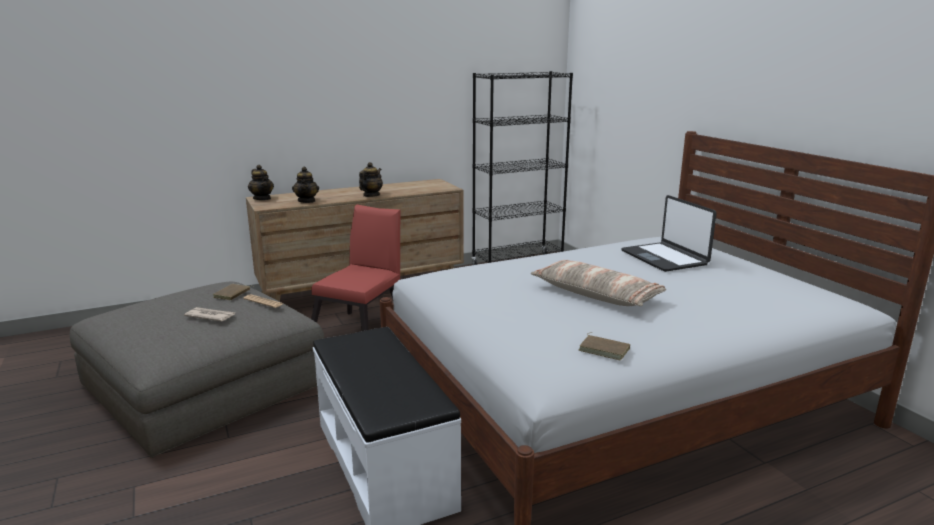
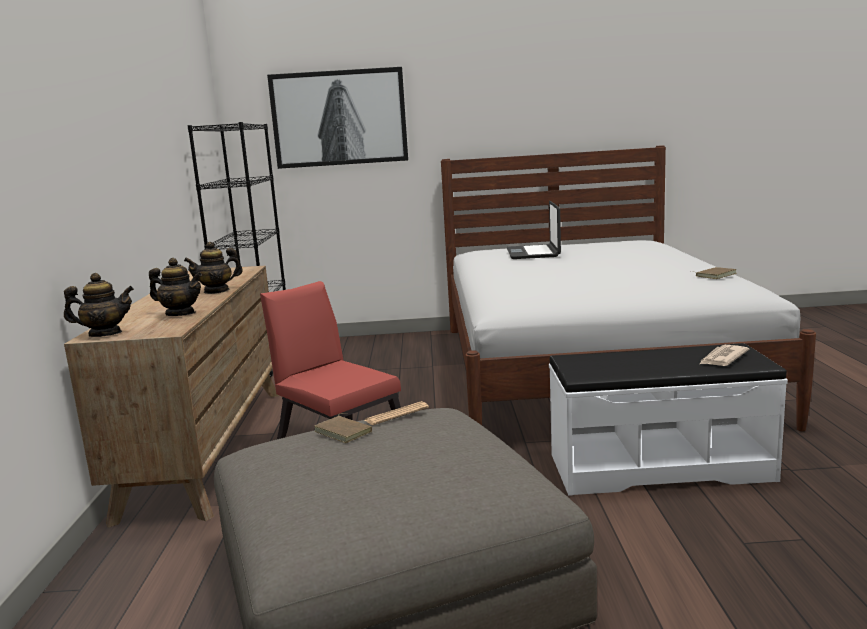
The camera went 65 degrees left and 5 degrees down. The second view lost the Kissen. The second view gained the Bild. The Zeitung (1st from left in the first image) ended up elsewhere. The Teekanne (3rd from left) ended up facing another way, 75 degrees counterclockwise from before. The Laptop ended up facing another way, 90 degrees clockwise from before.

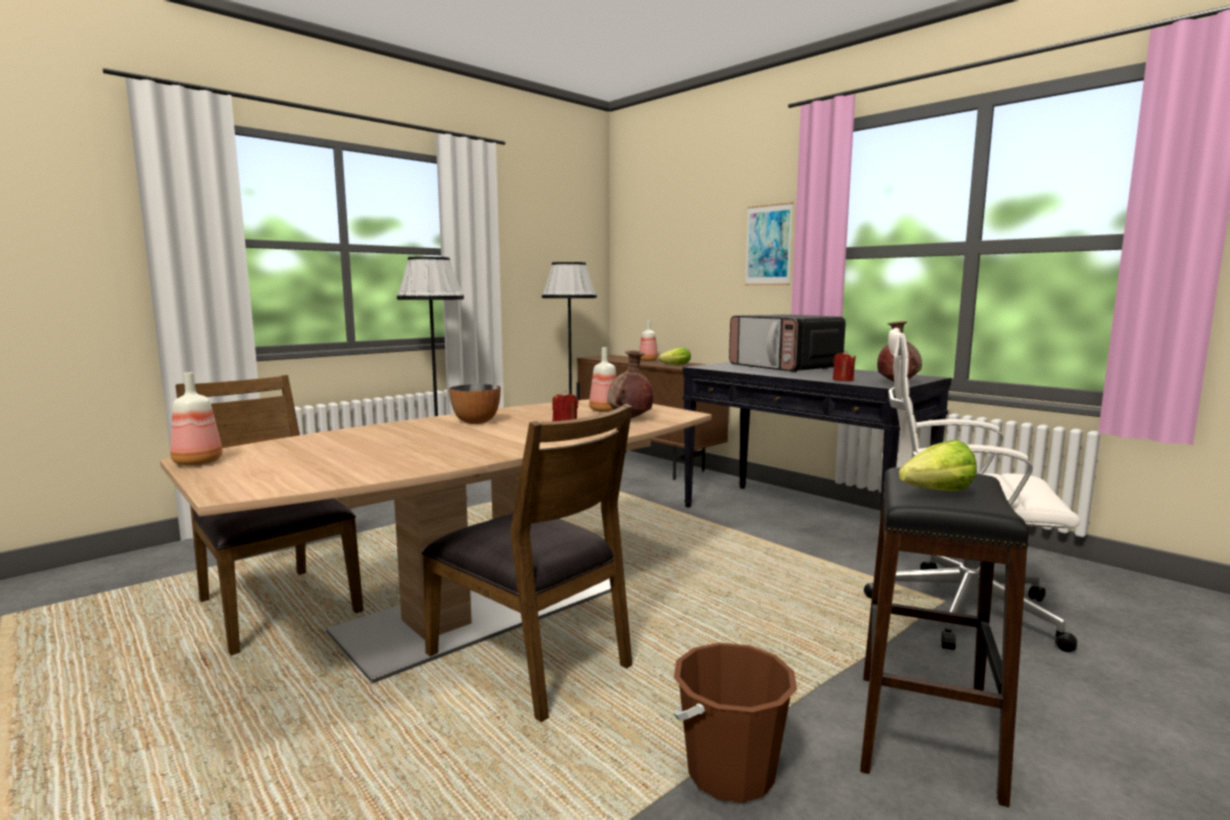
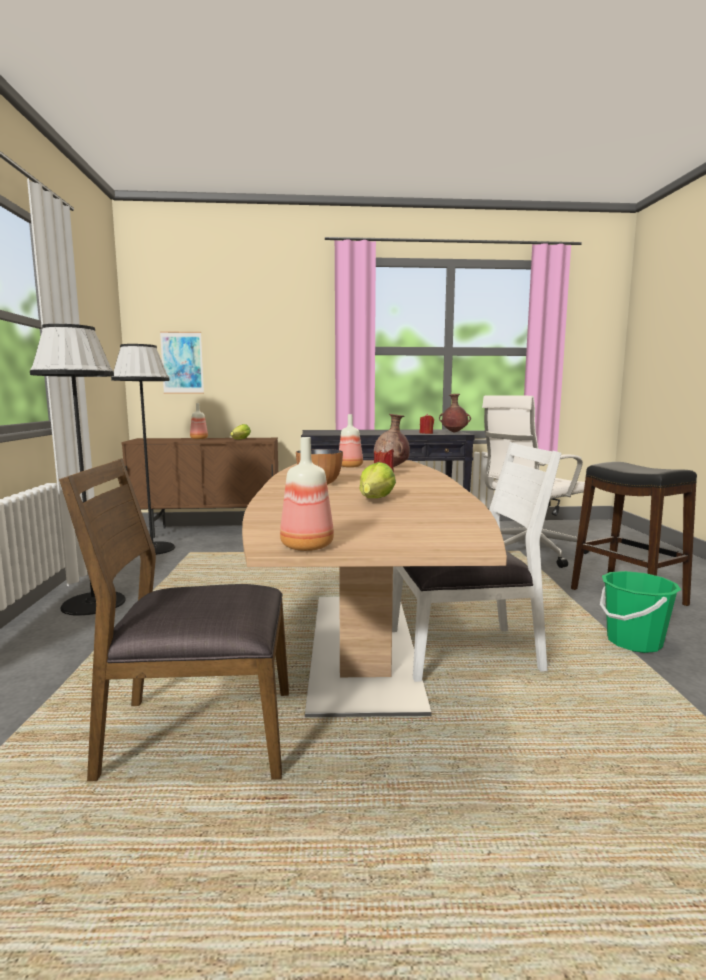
The camera went 50 degrees left and 0 degrees up. The second view lost the Mikrowelle. The Bild ended up elsewhere. The Salatkopf (2nd from left) ended up elsewhere. What was the Stuhl (braun) (2nd from left) turned into the Stuhl (weiß). What was the Eimer (braun) turned into the Eimer (grün).

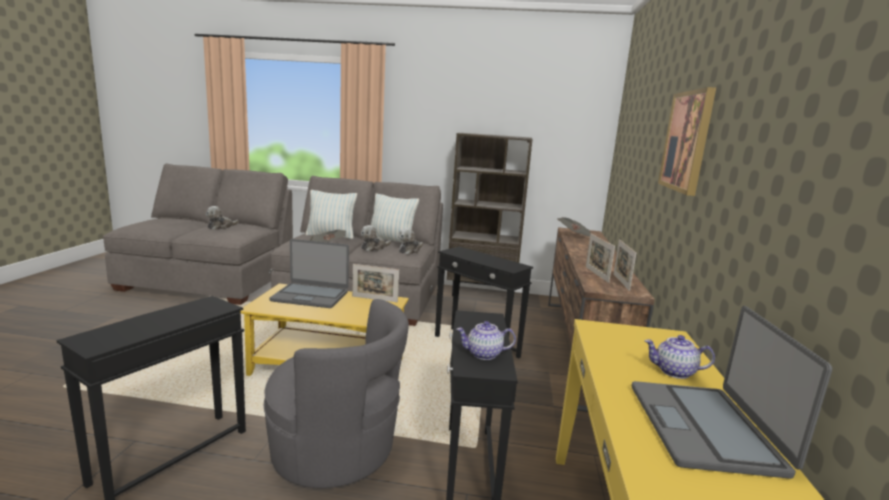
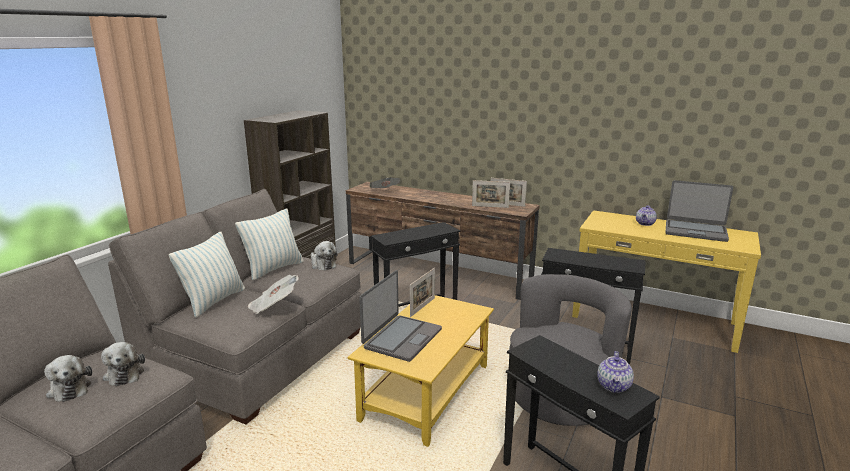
The camera went 70 degrees left and 5 degrees up. The second view lost the Bild. The Plüschtier (2nd from left) ended up elsewhere. The Teekanne (1st from left) ended up elsewhere.

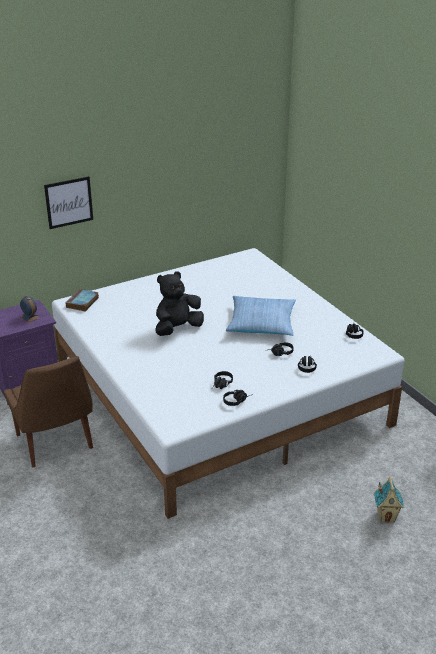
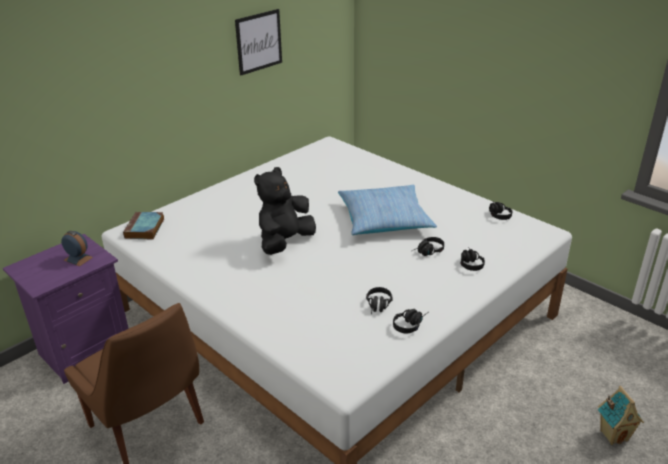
The camera went 15 degrees left and 0 degrees up. The Bild ended up elsewhere.

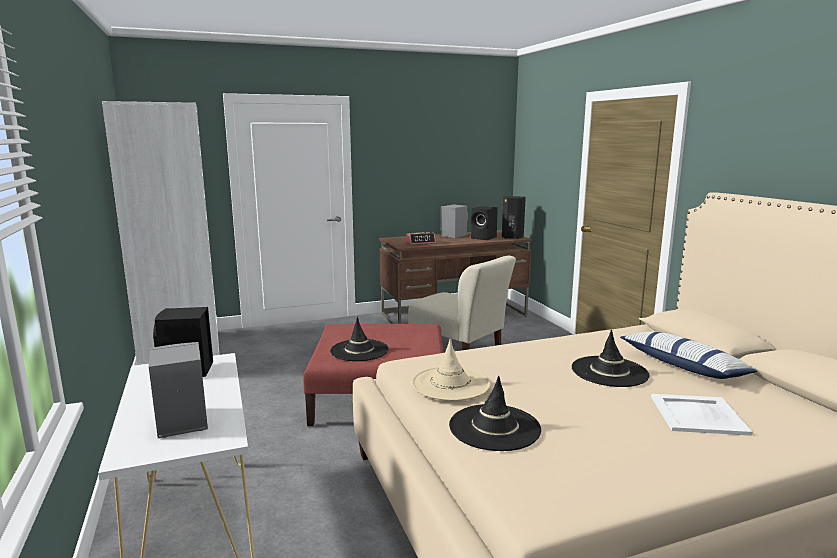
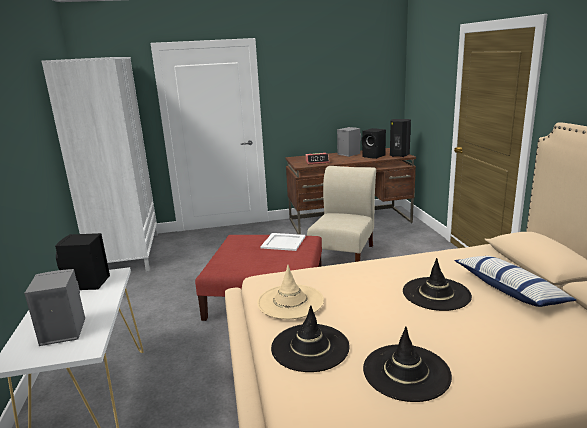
The camera went 10 degrees right and 5 degrees up. The Hut (schwarz) (1st from left in the first image) ended up elsewhere. The Tablett (weiß) ended up elsewhere. The Stuhl (beige) ended up facing another way, 120 degrees counterclockwise from before.

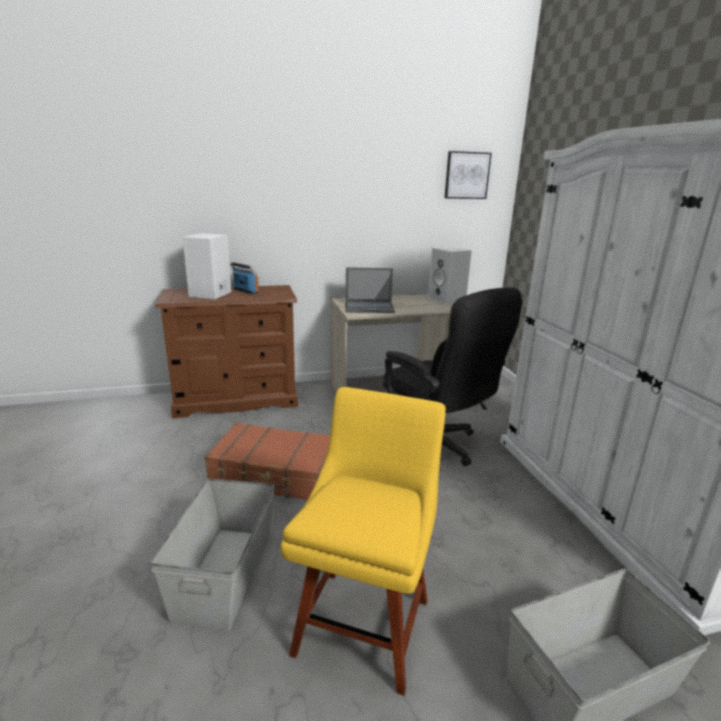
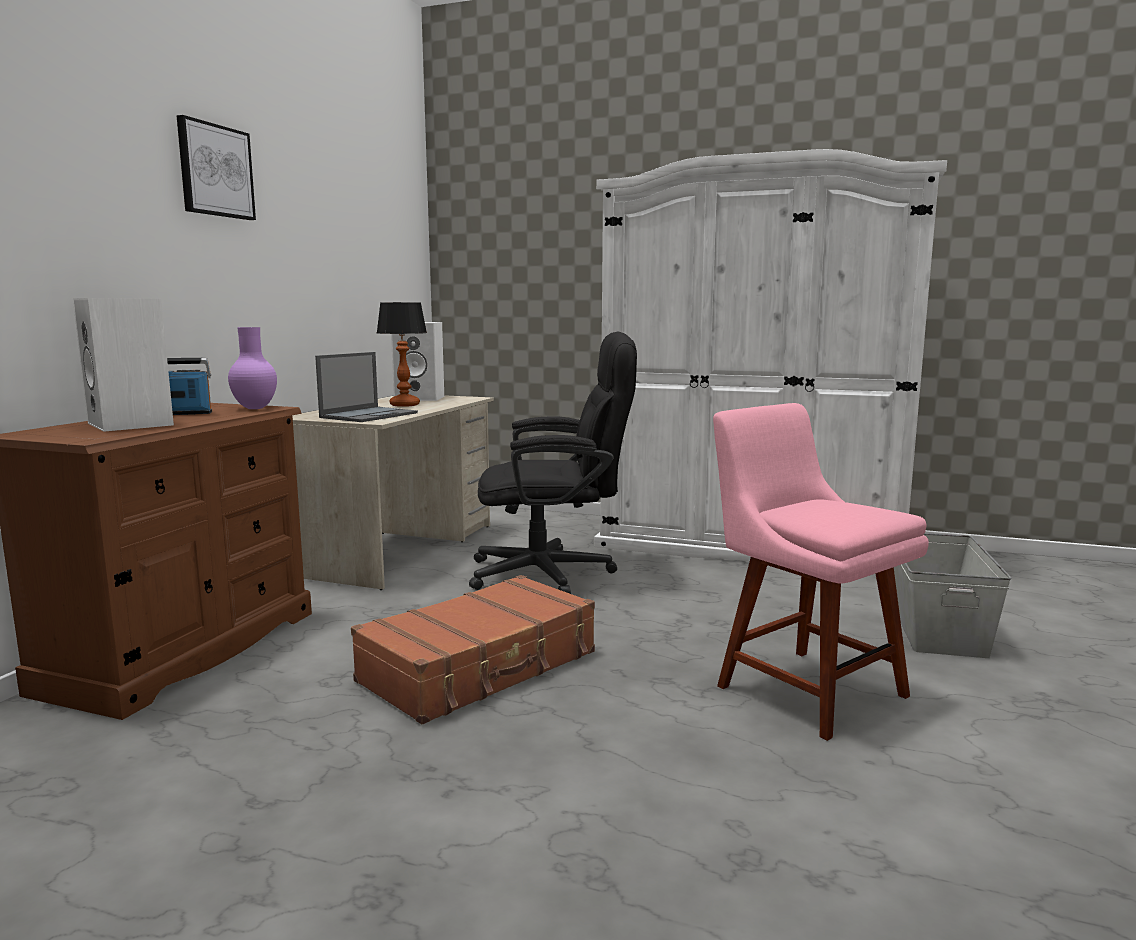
The camera went 55 degrees left and 10 degrees down. The second view lost the Aufbewahrungsbox (grau) (1st from left). The second view gained the Vase (lila). The second view gained the Tischlampe. The Bild ended up elsewhere. What was the Stuhl (gelb) turned into the Stuhl (rosa).

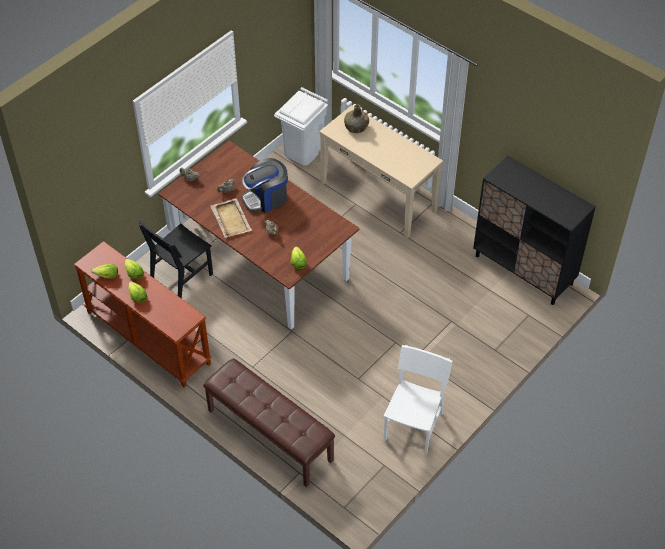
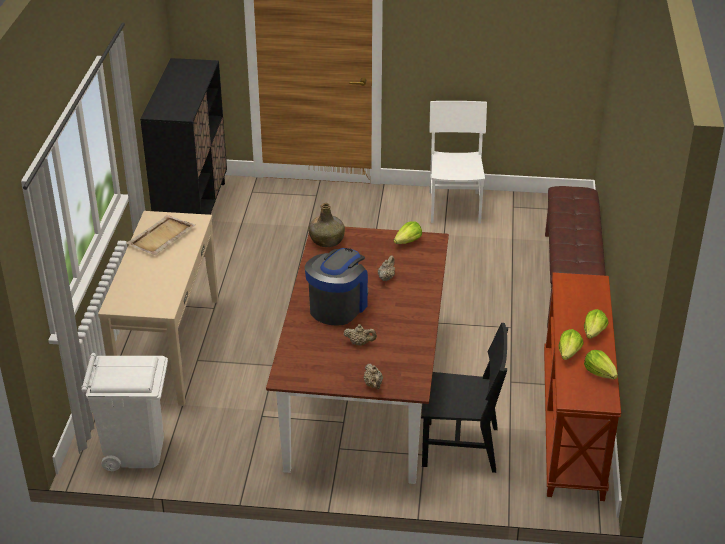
The camera went 125 degrees left and 15 degrees down. The Tablett (beige) ended up elsewhere. The Flasche (grün) ended up elsewhere. The Kaffeemaschine ended up facing another way, 90 degrees counterclockwise from before. The Stuhl (weiß) ended up facing another way, 105 degrees clockwise from before.

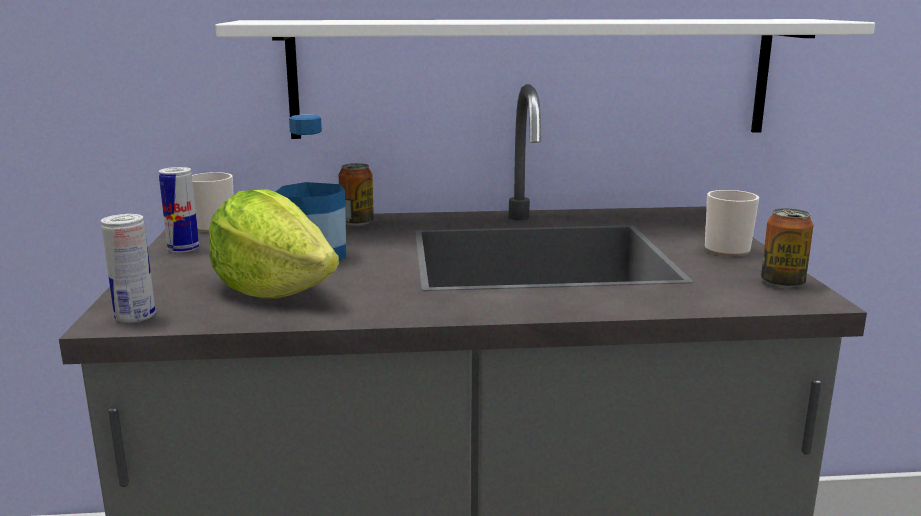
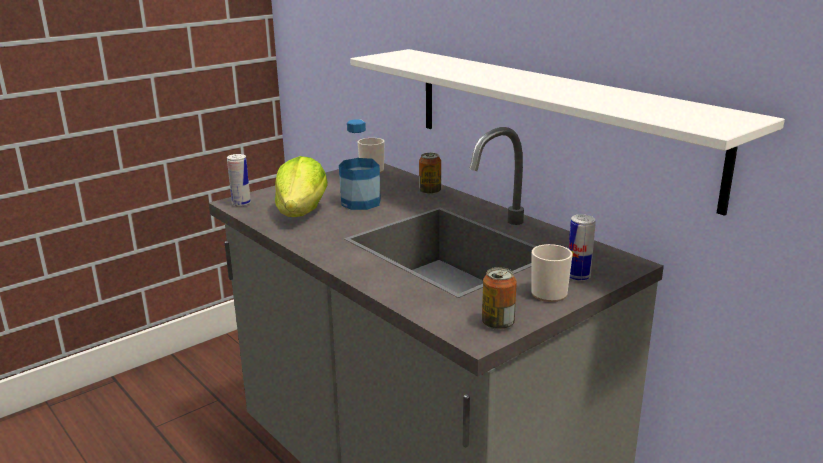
The camera went 55 degrees right and 5 degrees up. The Dose (2nd from left in the first image) ended up elsewhere.

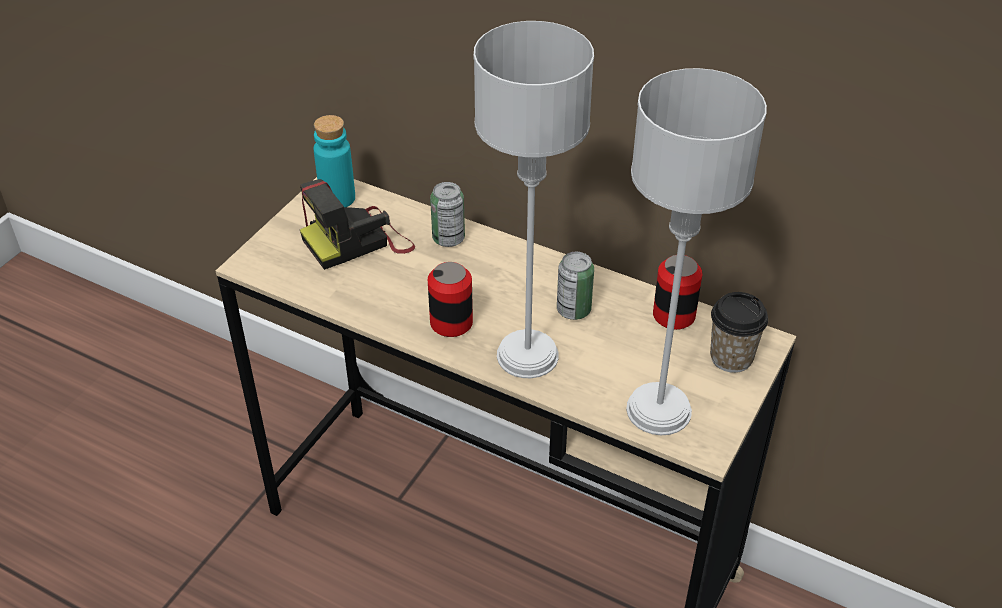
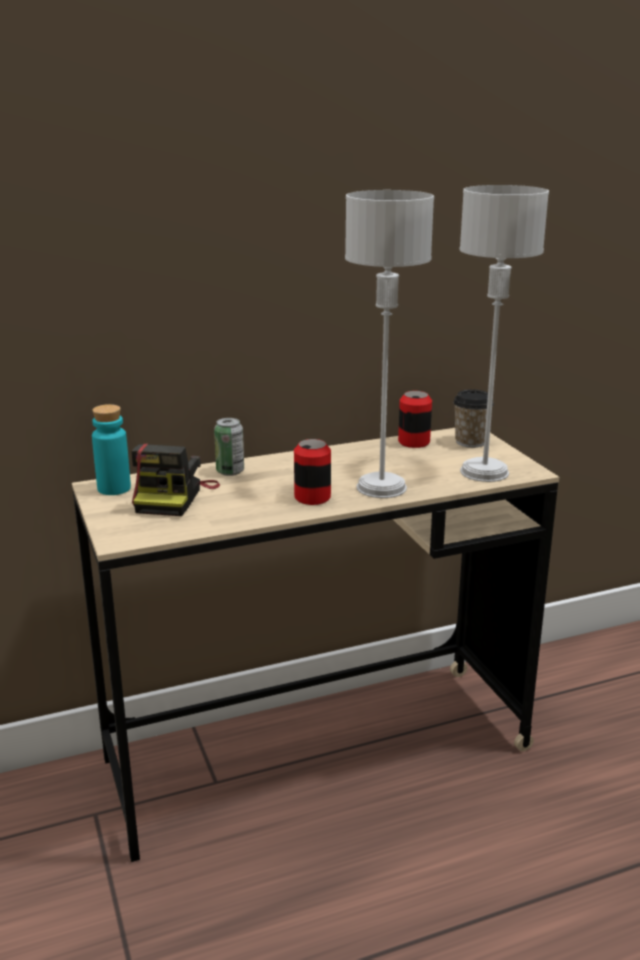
The camera went 50 degrees left and 20 degrees down. The second view lost the Dose (3rd from left).

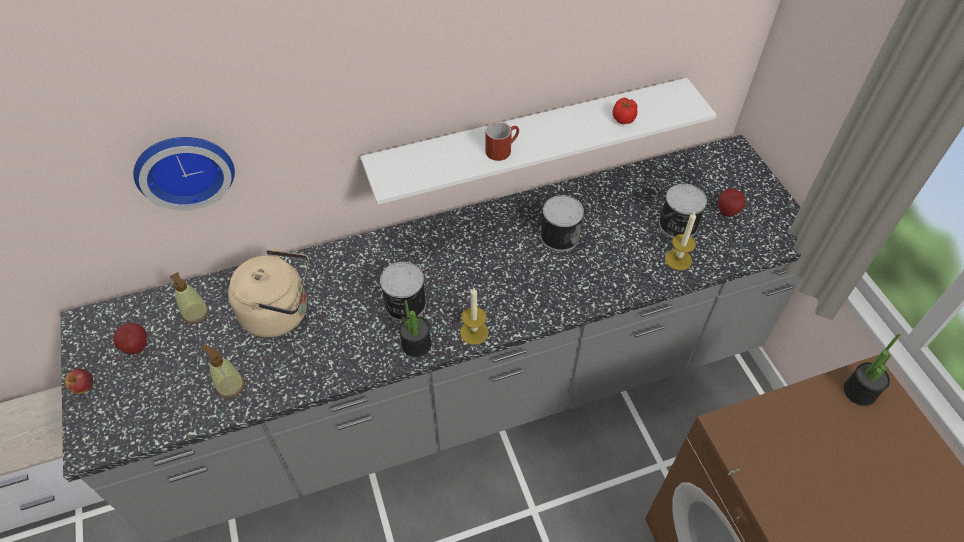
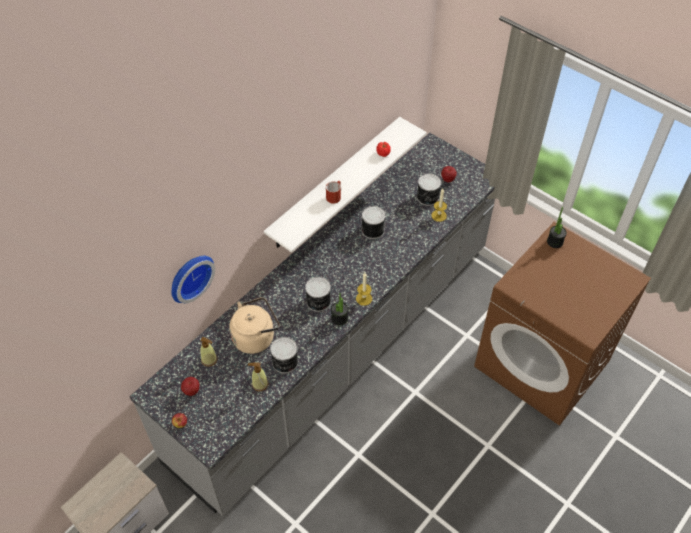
The camera went 30 degrees left and 0 degrees up. The second view gained the Dose (1st from left).

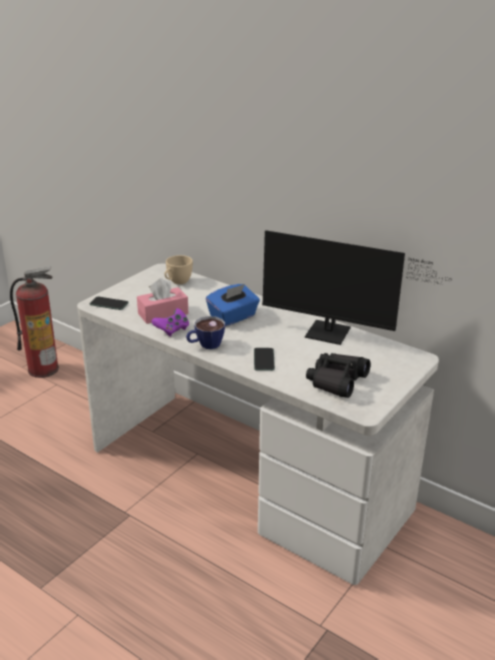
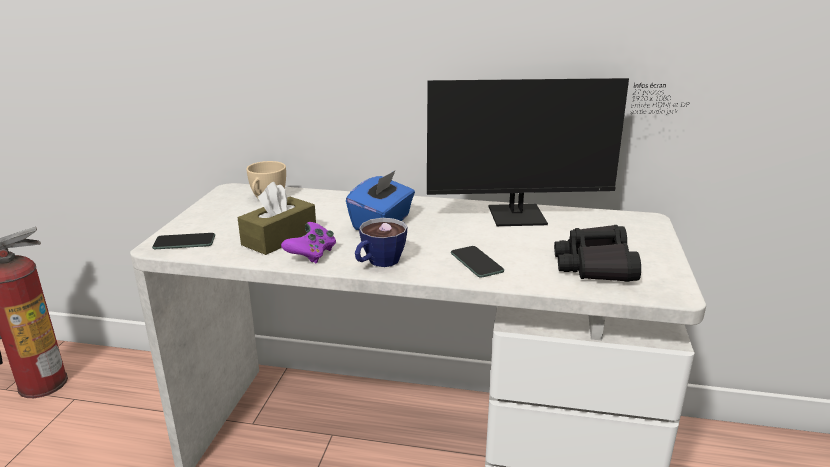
The camera went 25 degrees left and 5 degrees down. What was the Taschentuchbox (rosa) turned into the Taschentuchbox (braun).

